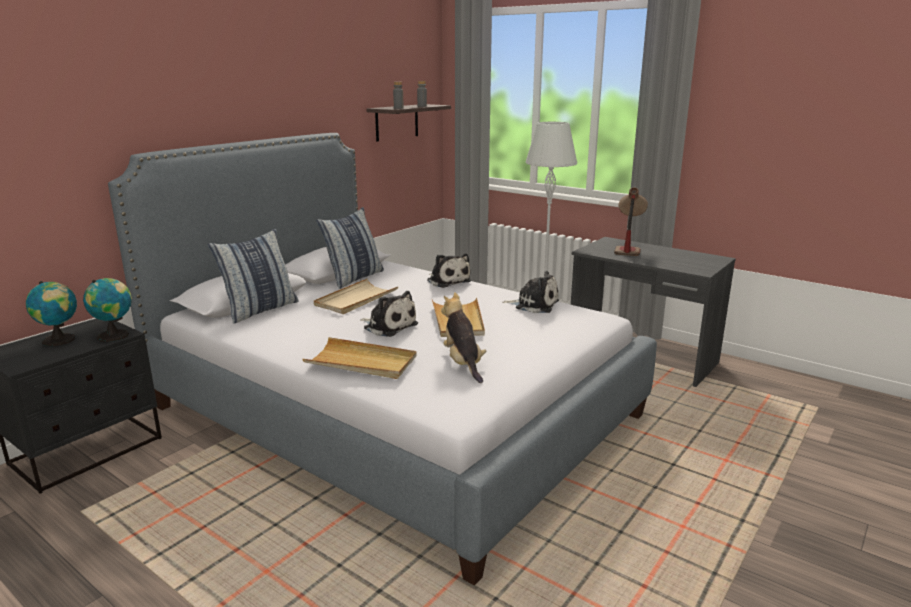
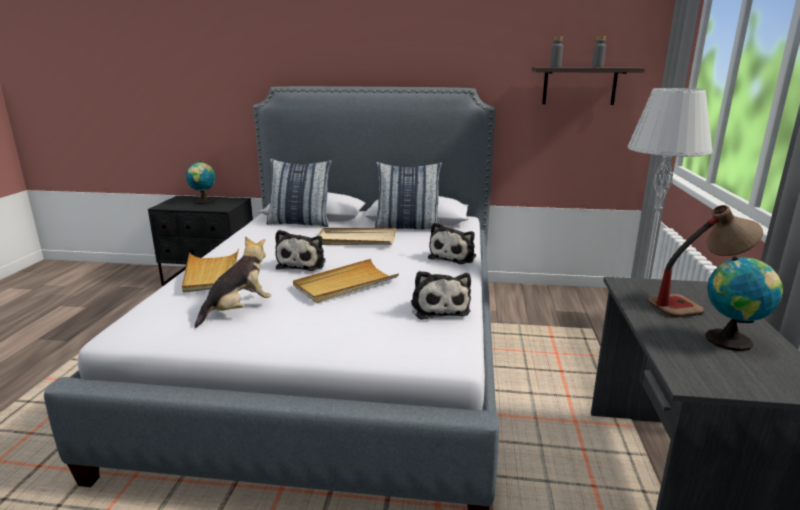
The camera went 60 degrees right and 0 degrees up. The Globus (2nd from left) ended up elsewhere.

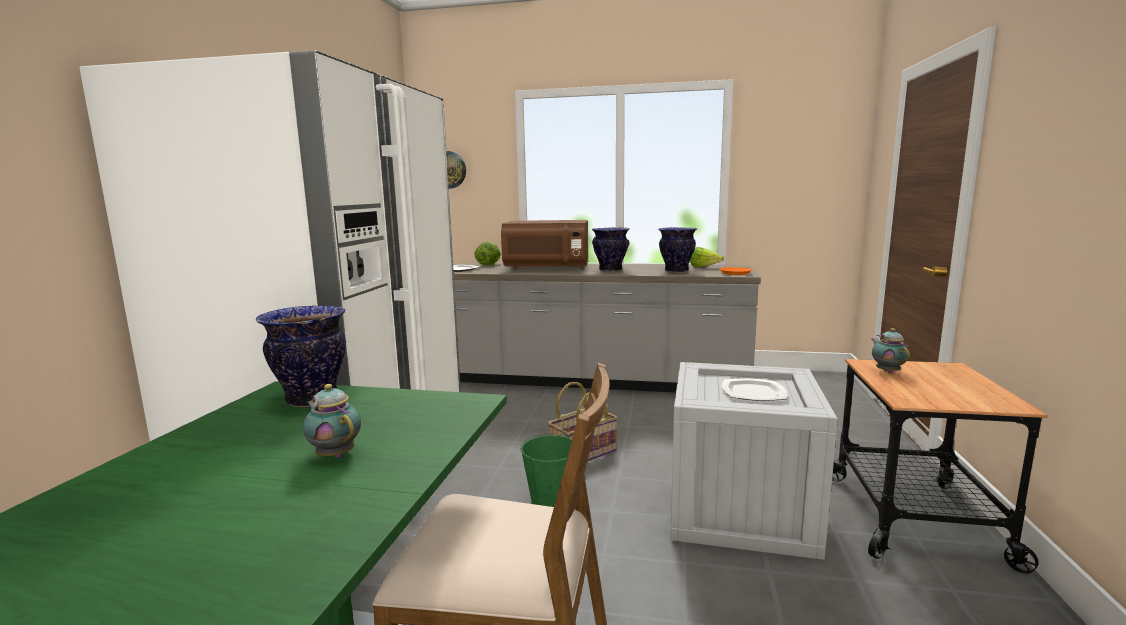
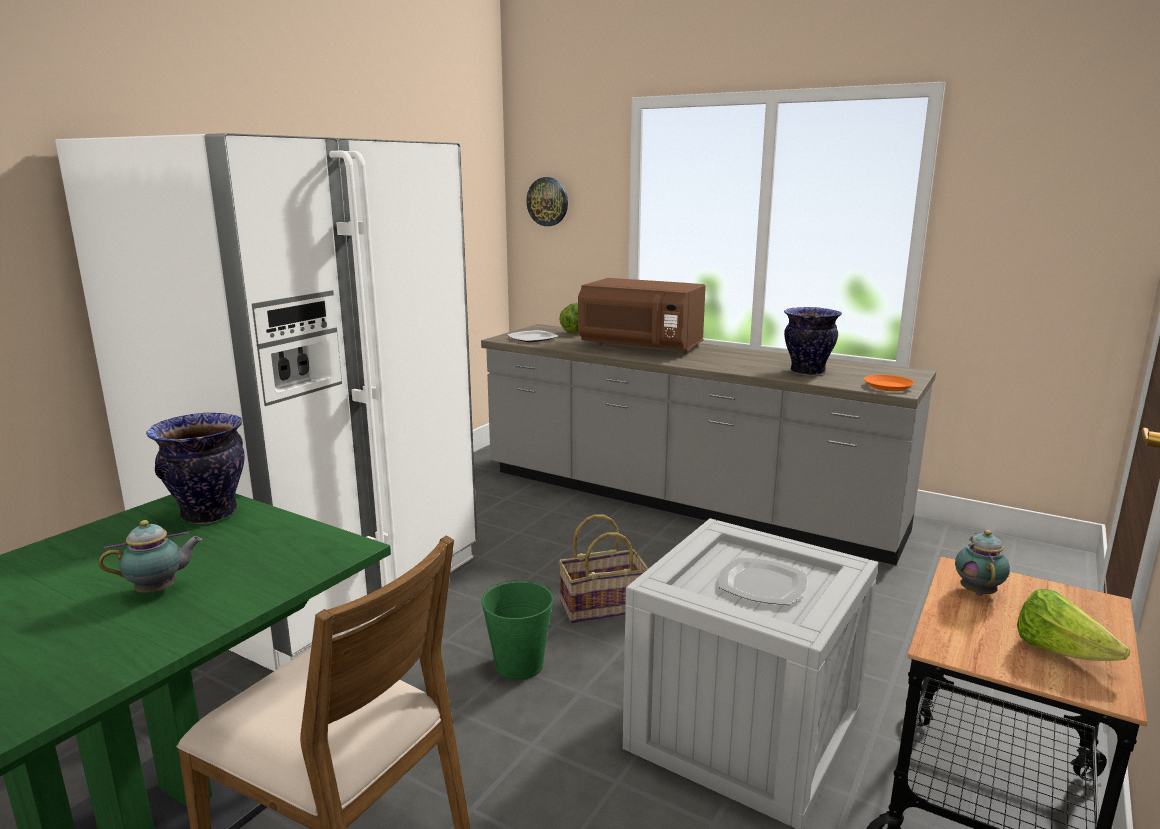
The camera went 20 degrees right and 5 degrees up. The second view lost the Vase (2nd from left). The Salatkopf (2nd from left) ended up elsewhere. The Teekanne (1st from left) ended up facing another way, 90 degrees clockwise from before.

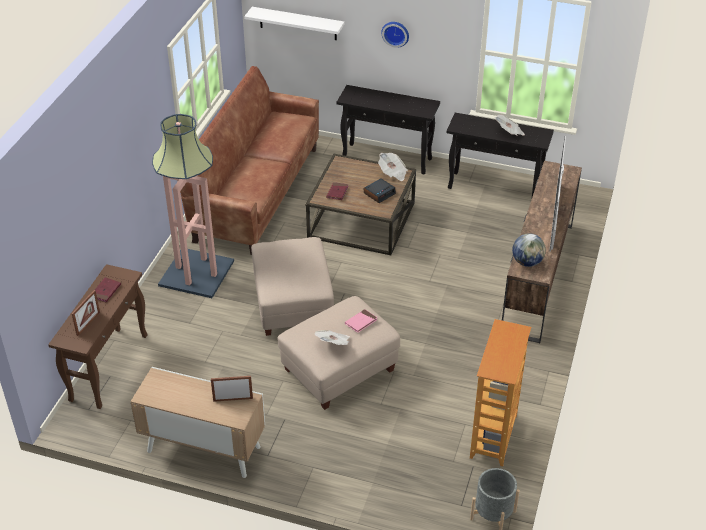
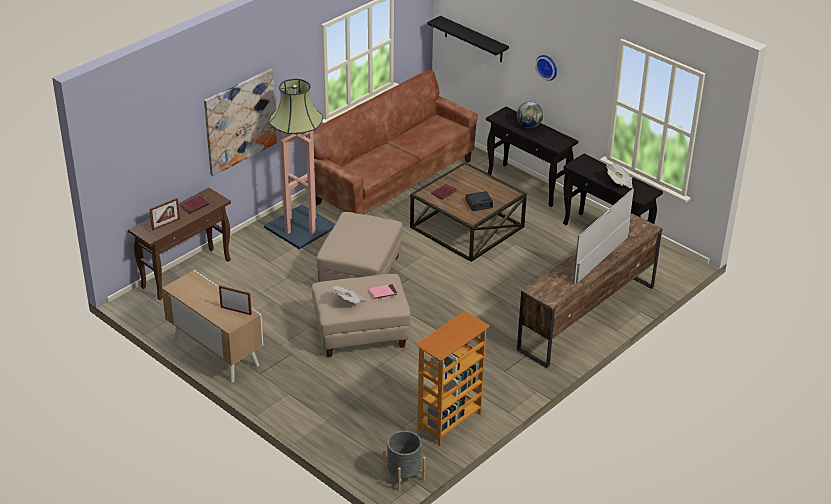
The camera went 25 degrees right and 5 degrees down. The second view lost the Zeitung (2nd from left). The second view gained the Bild. The Globus ended up elsewhere. What was the Wandregal (weiß) turned into the Wandregal (schwarz).

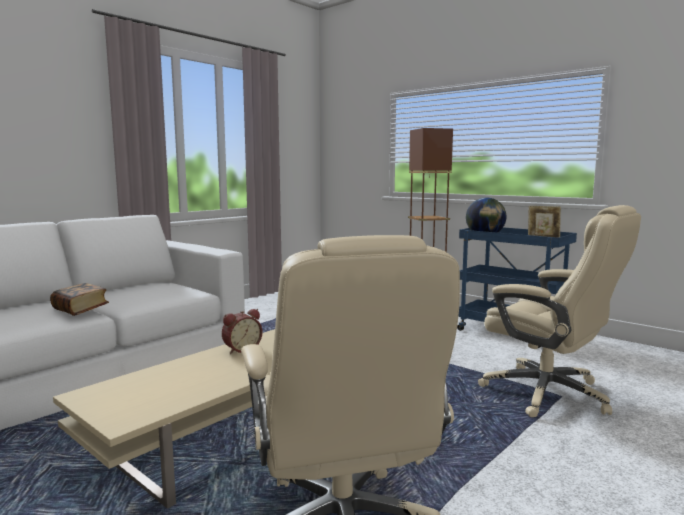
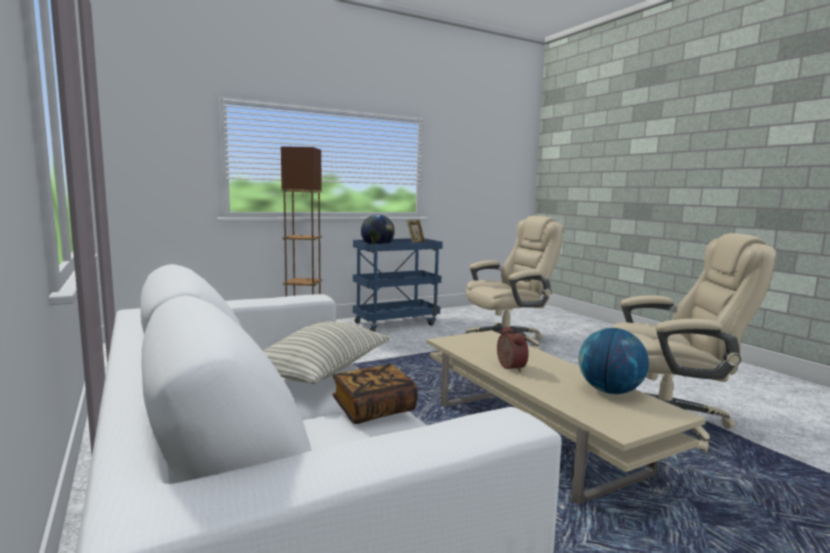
The camera went 70 degrees left and 0 degrees up. The second view gained the Kissen. The second view gained the Globus (2nd from left).

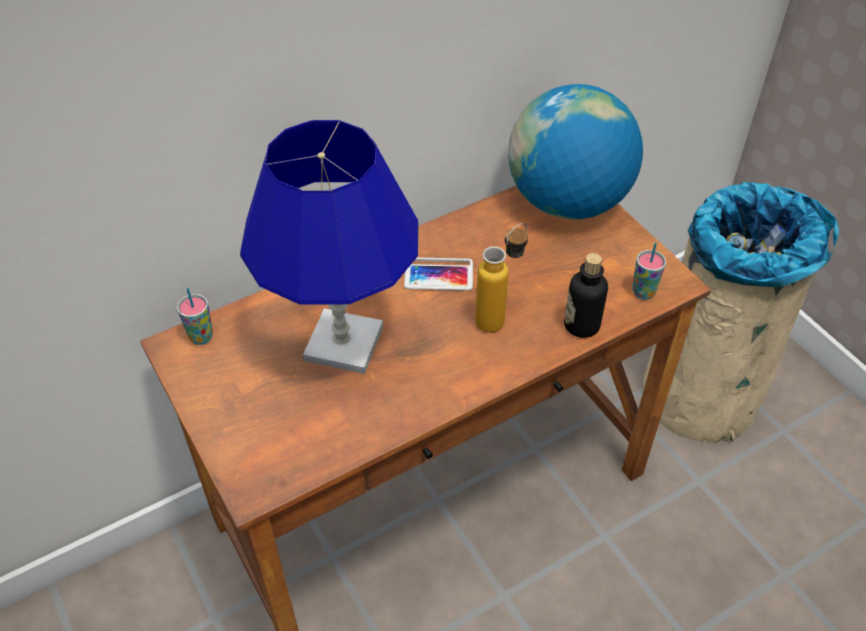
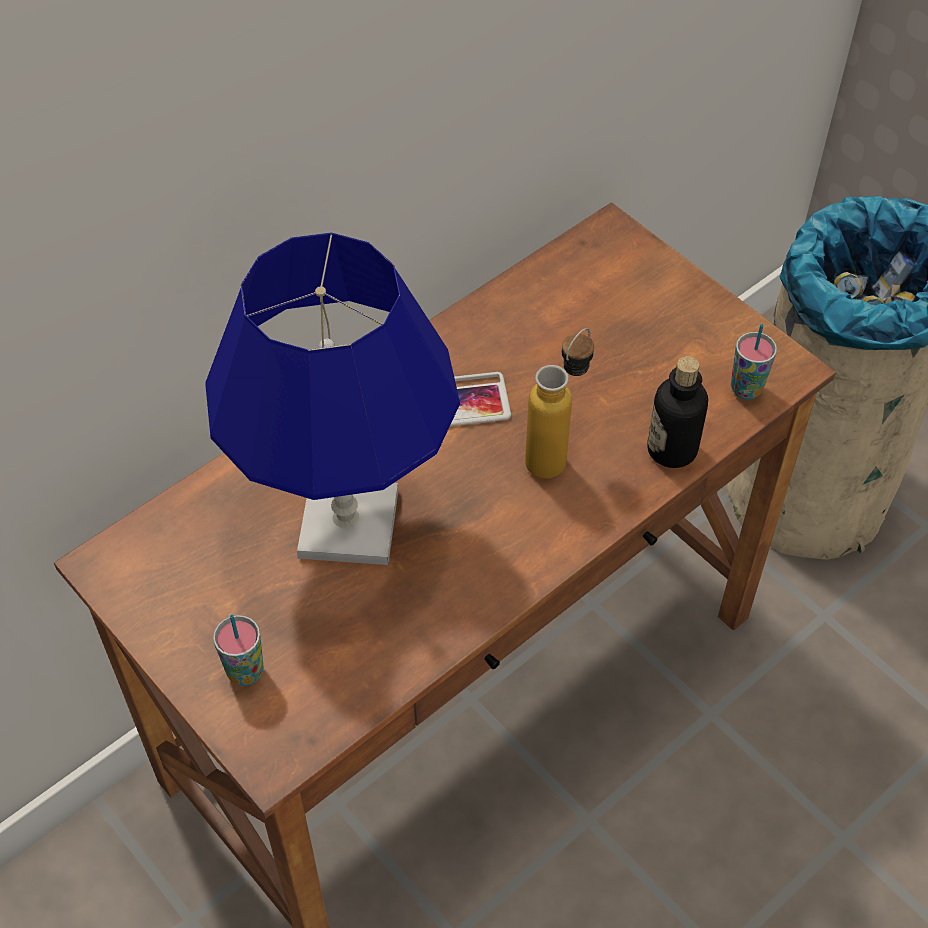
The camera went 10 degrees left and 5 degrees up. The second view lost the Globus. The Tasse (1st from left) ended up elsewhere.

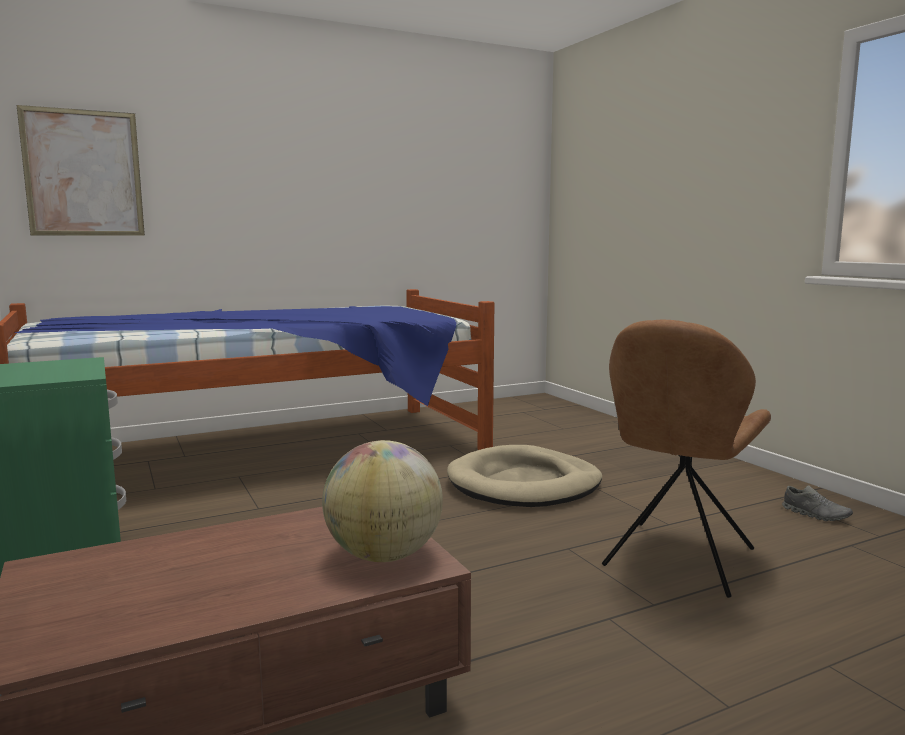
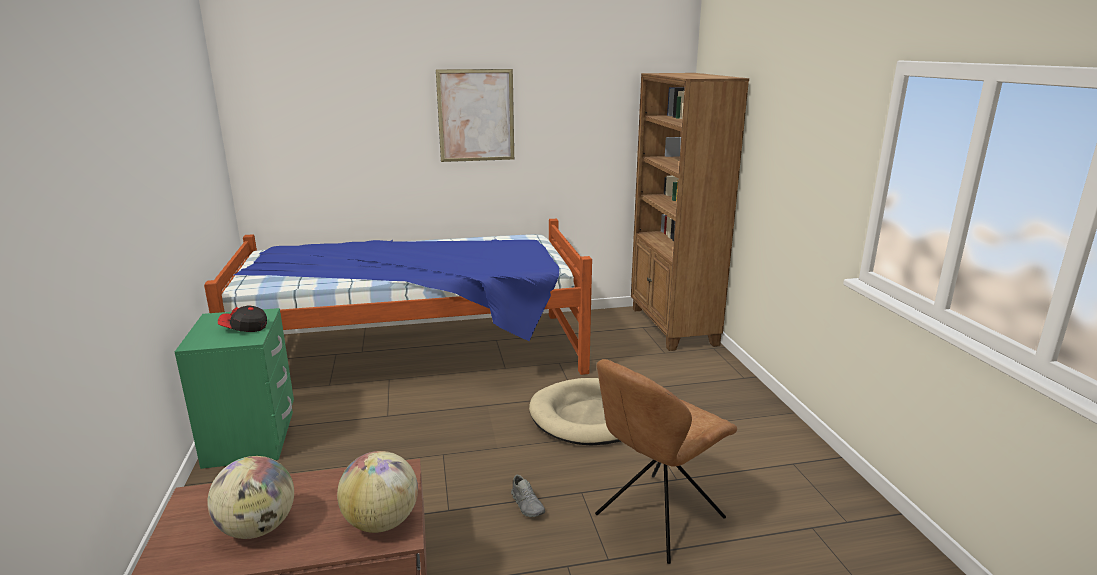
The camera went 15 degrees right and 10 degrees up. The second view gained the Globus (1st from left). The second view gained the Kappe. The second view gained the Bücherregal (braun). The Bild ended up elsewhere. The Schuh (grau) ended up elsewhere.

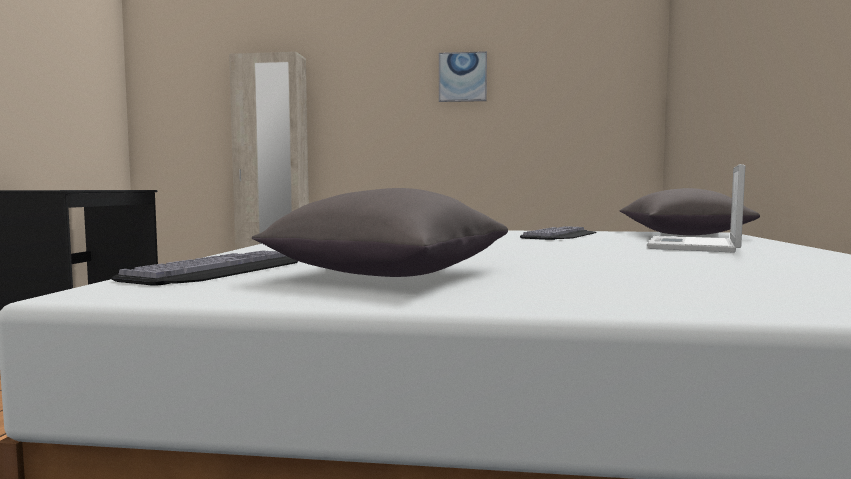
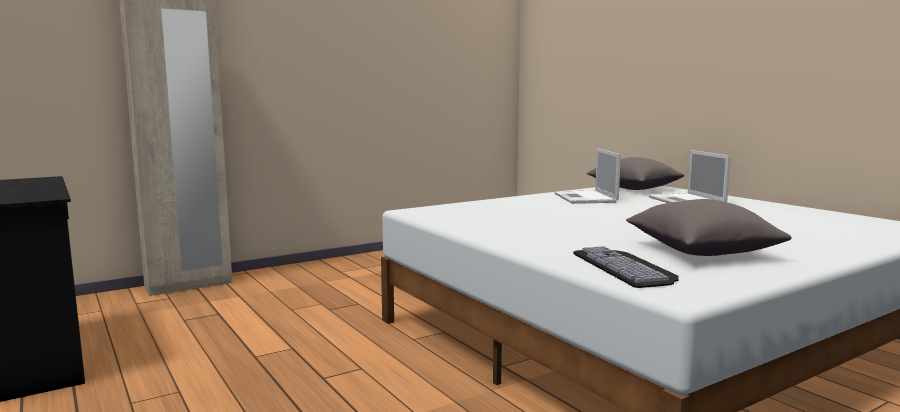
The camera went 40 degrees left and 5 degrees up. The second view lost the Bild. Where the Tastatur (2nd from left) stood, the Laptop (1st from left) came to stand.

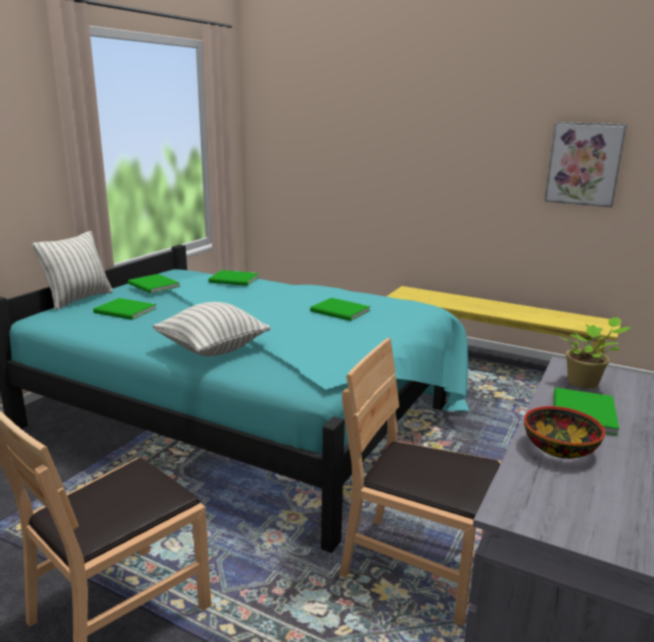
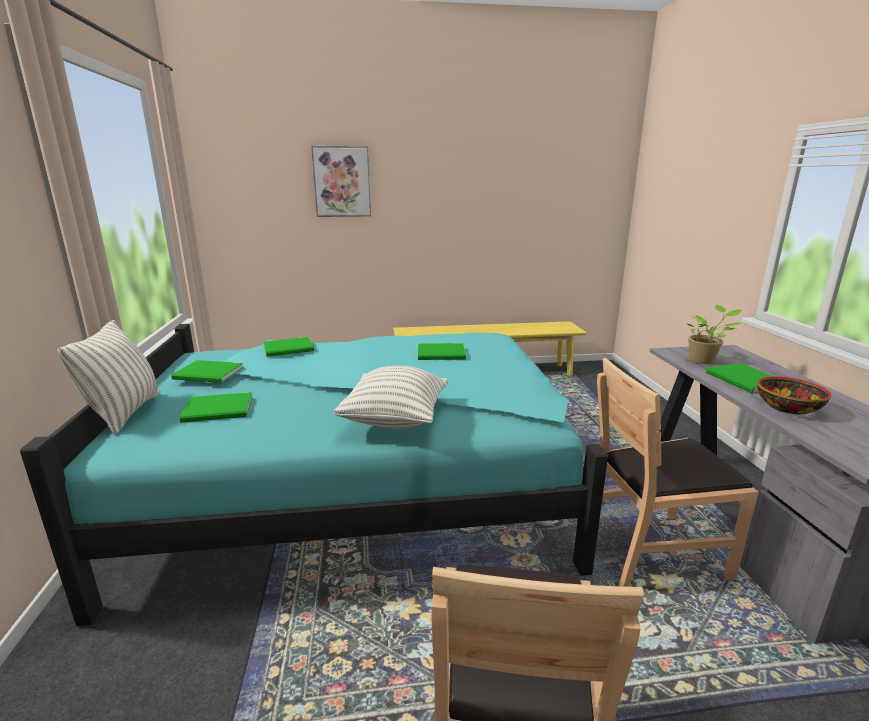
The camera went 35 degrees left and 0 degrees up. The Bild ended up elsewhere.

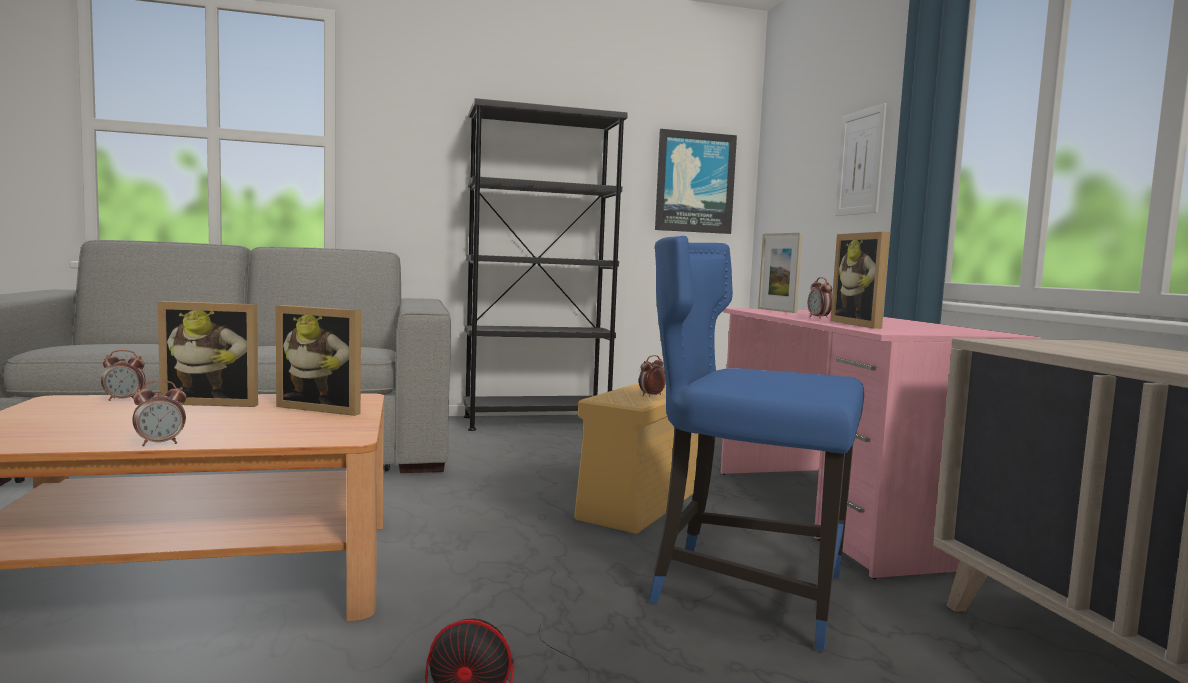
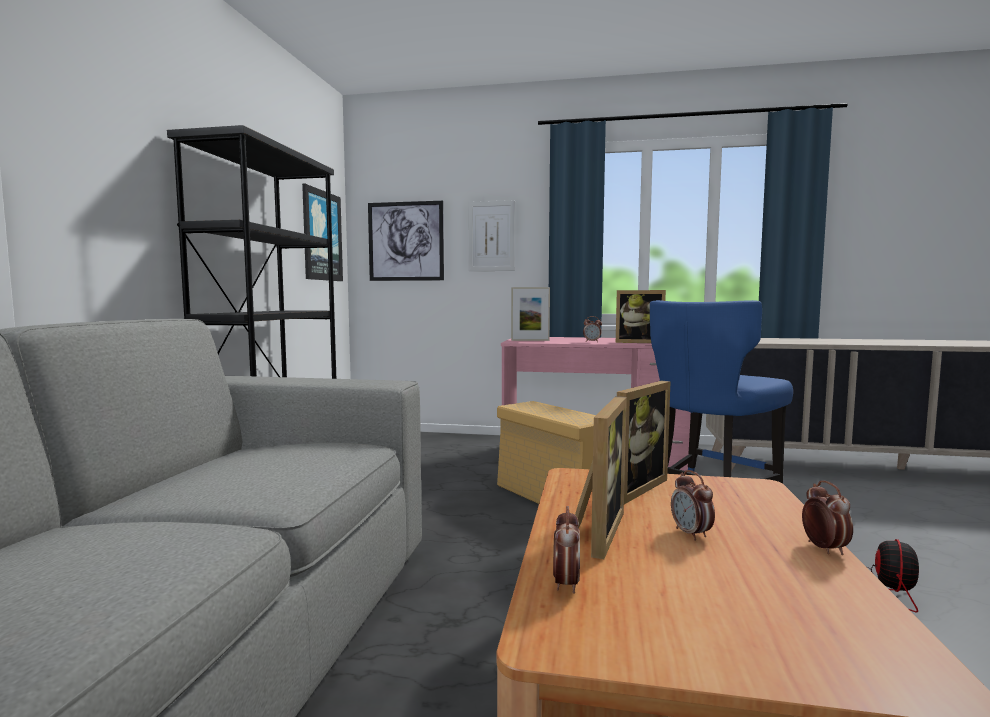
The camera went 65 degrees left and 0 degrees up. The second view gained the Bild (2nd from left). The Wecker (3rd from left) ended up elsewhere.

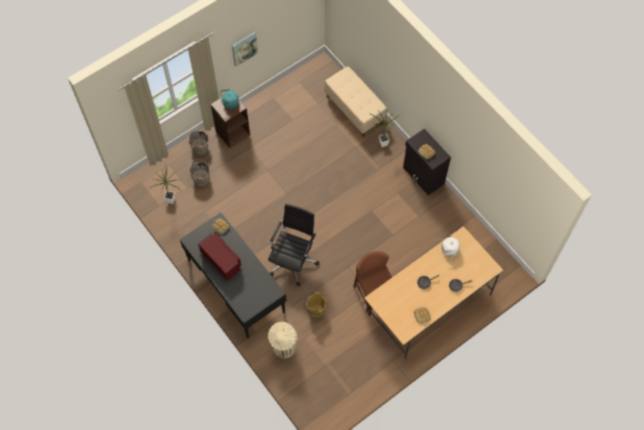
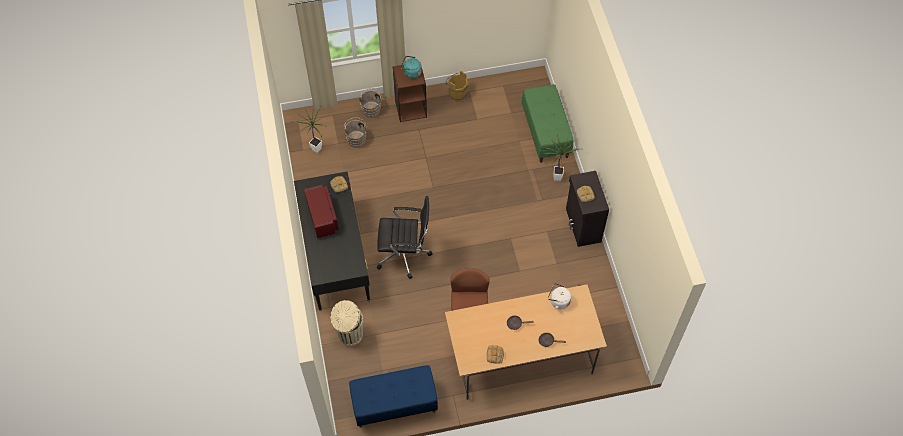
The camera went 25 degrees right and 5 degrees down. The second view lost the Bild. The second view gained the Bank (blau). The Eimer (braun) (3rd from left) ended up elsewhere. What was the Bank (beige) turned into the Bank (grün). The Bürostuhl (schwarz) ended up facing another way, 45 degrees clockwise from before.

